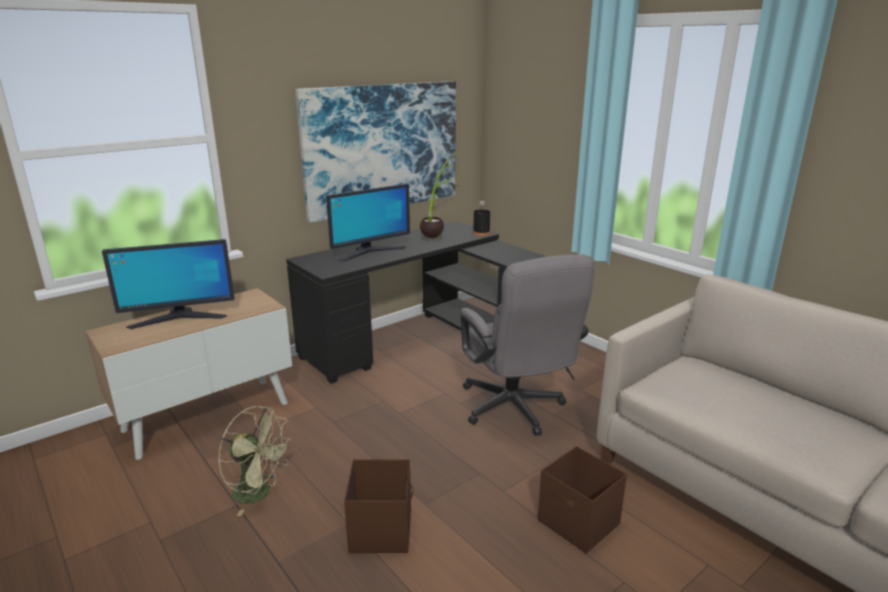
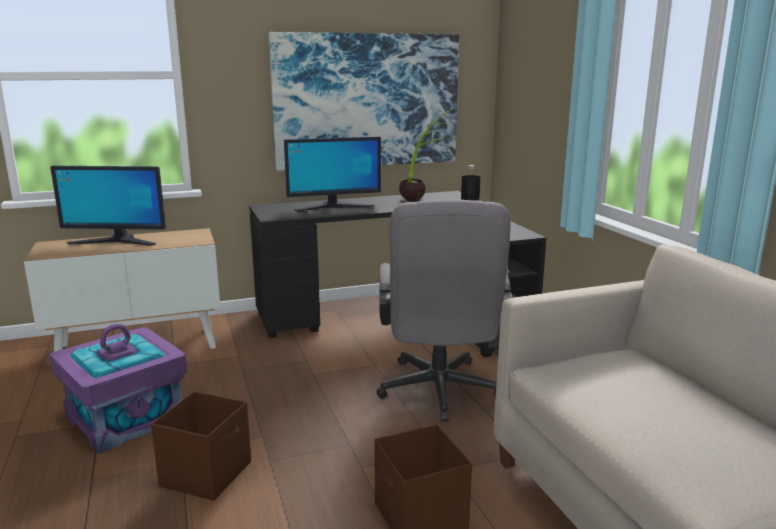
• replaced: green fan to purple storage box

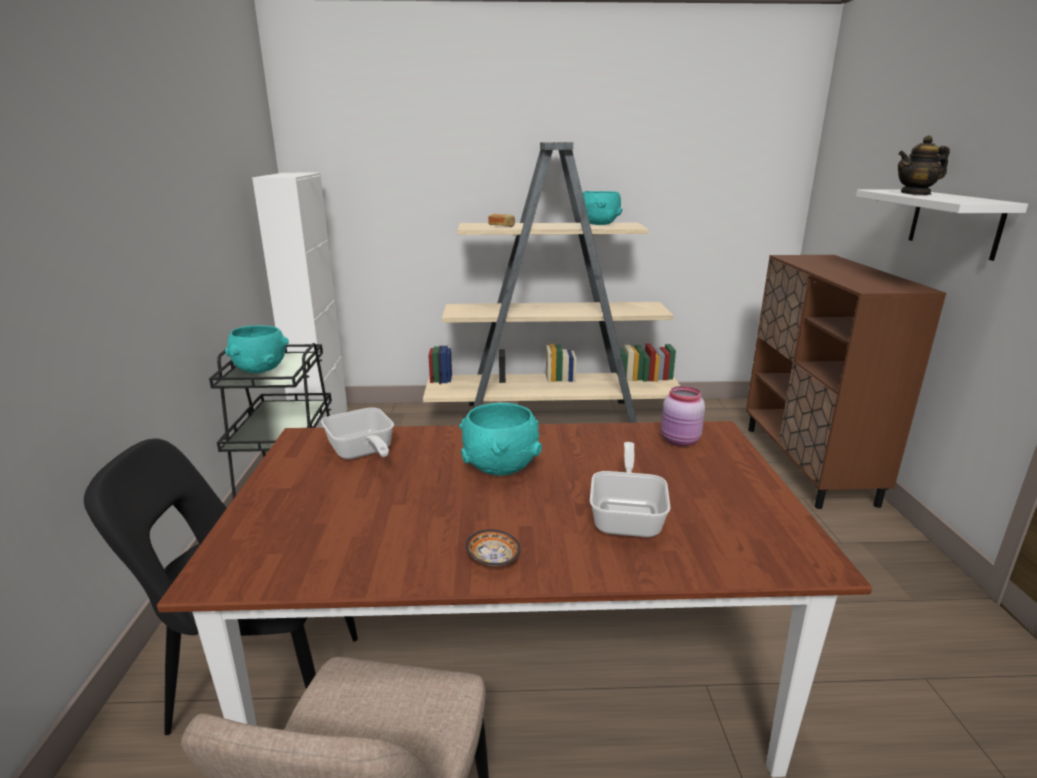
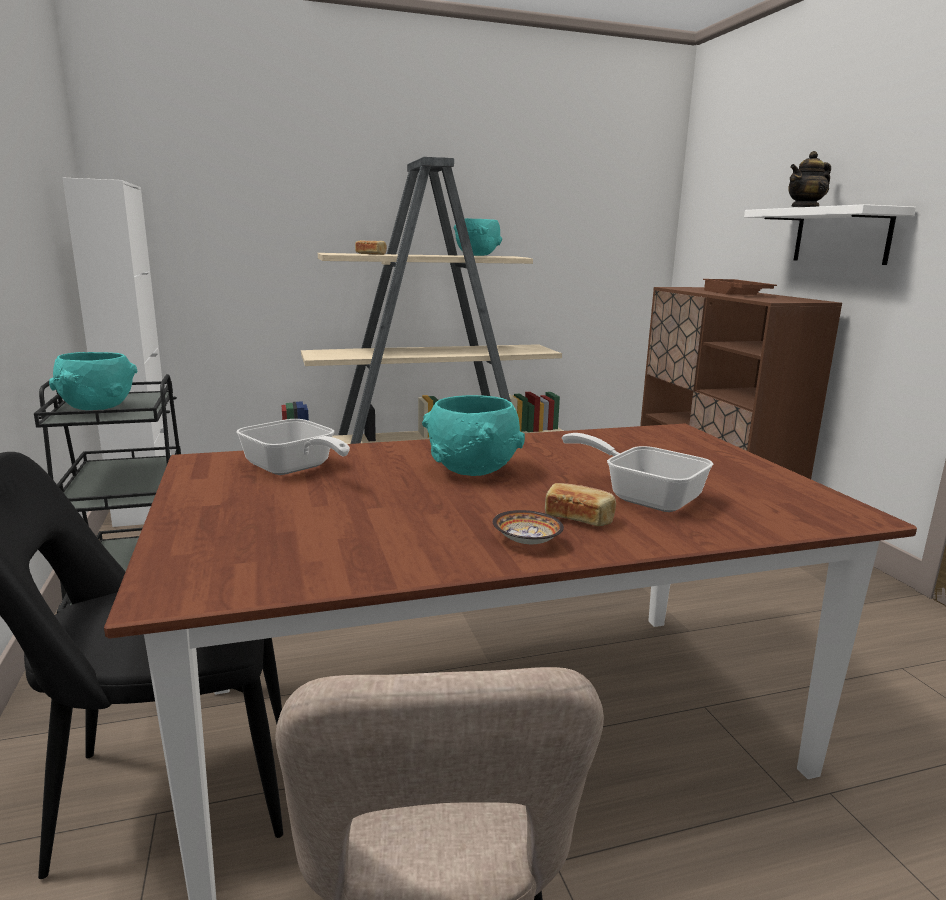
• added: bread (2nd from left)
• turned: frying pan (2nd from left) 45 degrees counterclockwise
• added: brown tray
• removed: pink jar

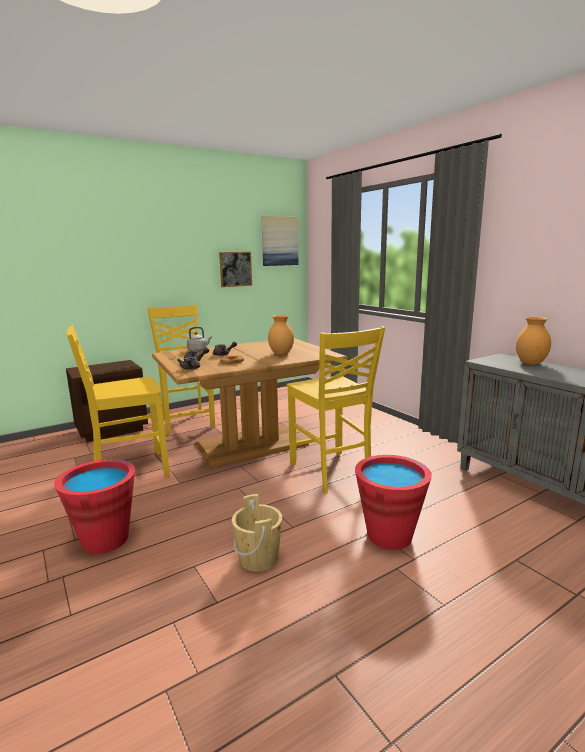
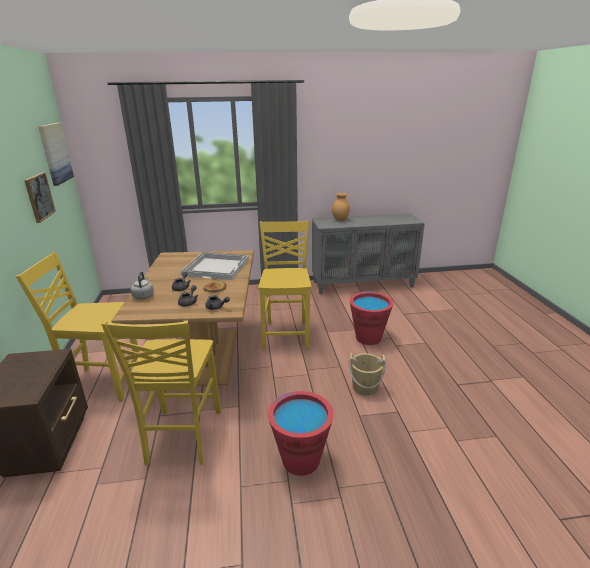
• replaced: brown vase (1st from left) to white tray
• turned: yellow chair (3rd from left) 90 degrees counterclockwise

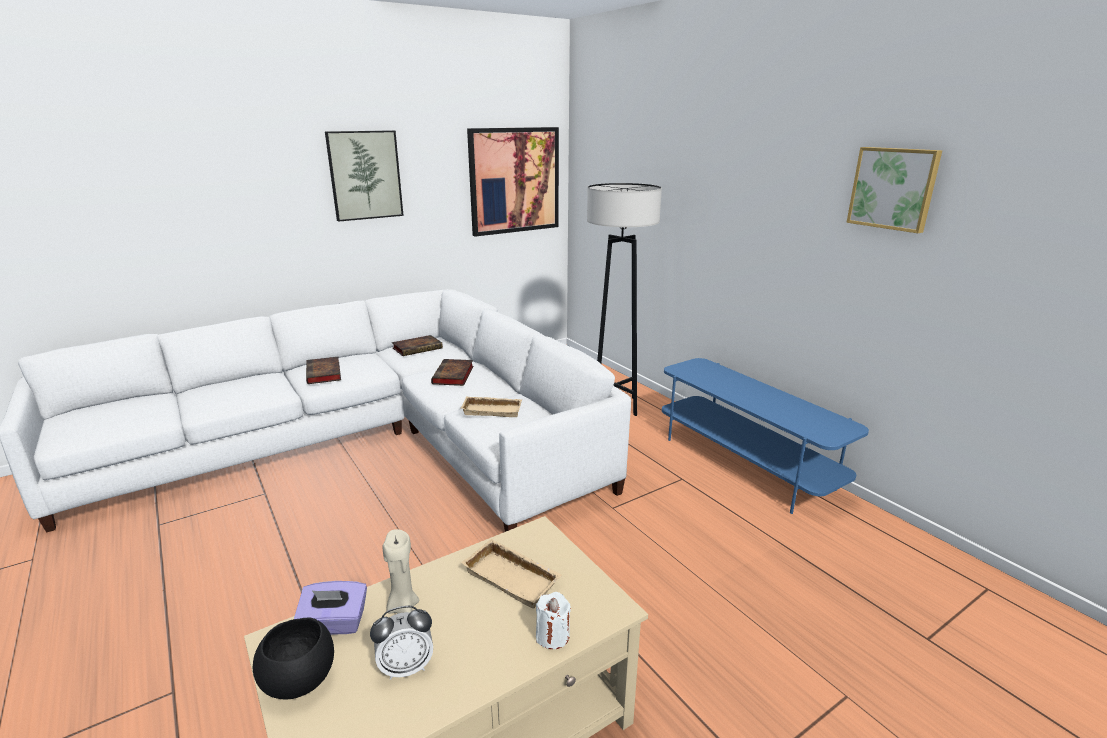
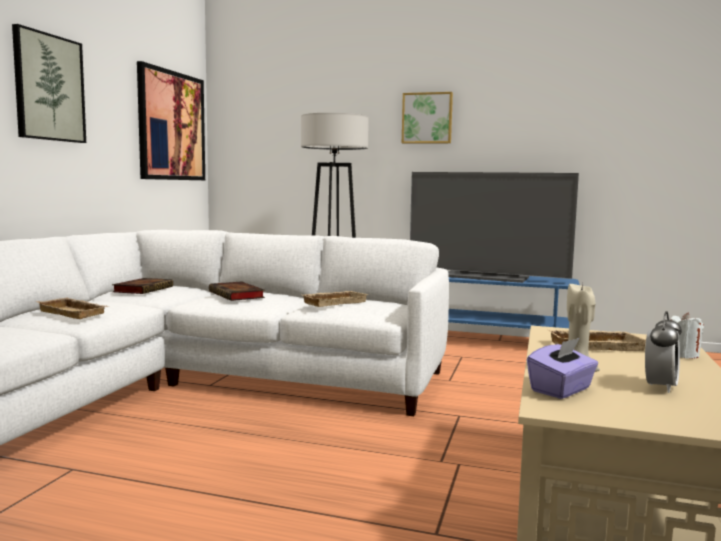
• replaced: book (1st from left) to beige tray (1st from left)
• moved: picture (3rd from left)
• added: television
• removed: black bowl

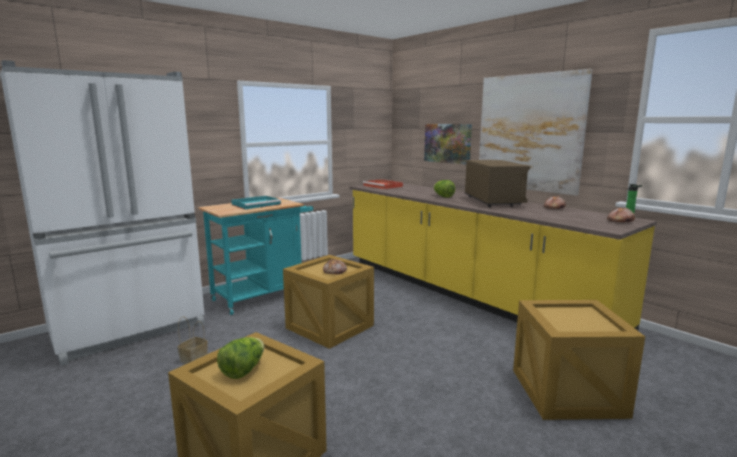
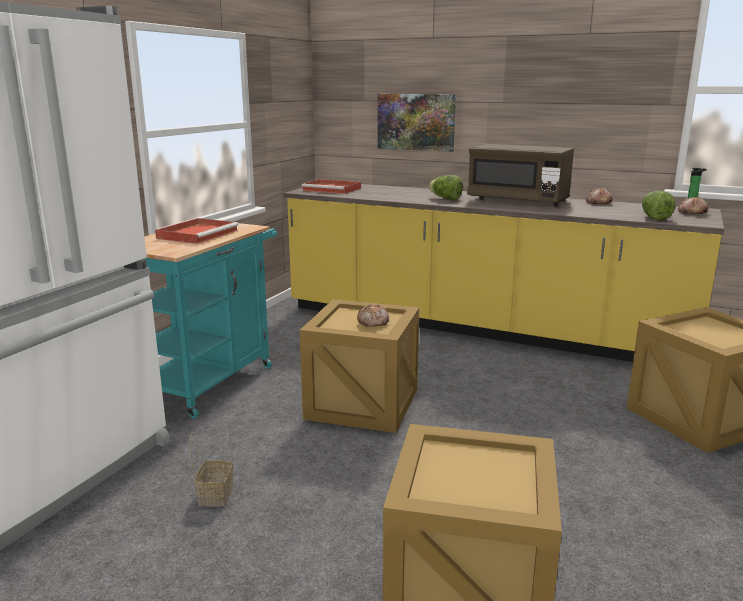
• recoloured: turquoise tray to red tray (1st from left)
• turned: brown microwave 150 degrees clockwise
• moved: lettuce (1st from left in the first image) to lettuce (2nd from left)
• removed: picture (2nd from left)

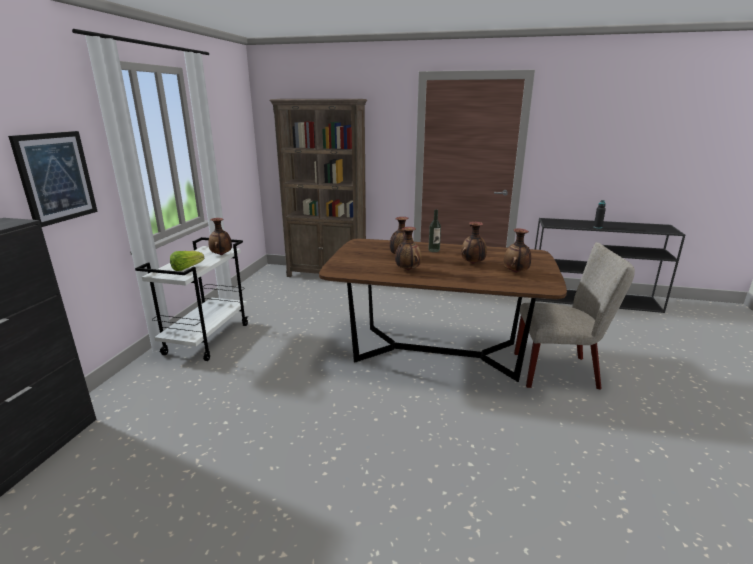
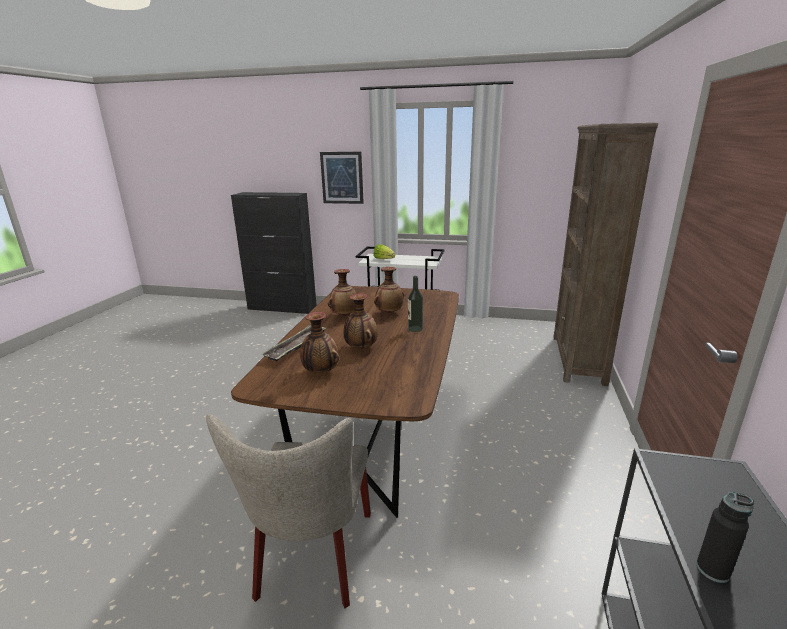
• added: tray
• removed: vase (1st from left)

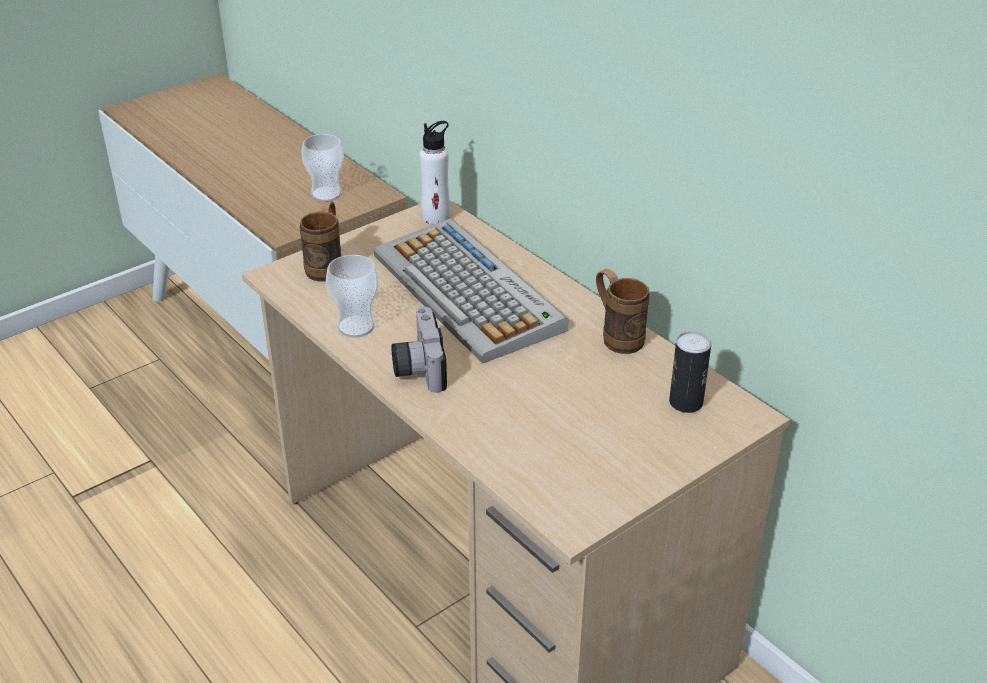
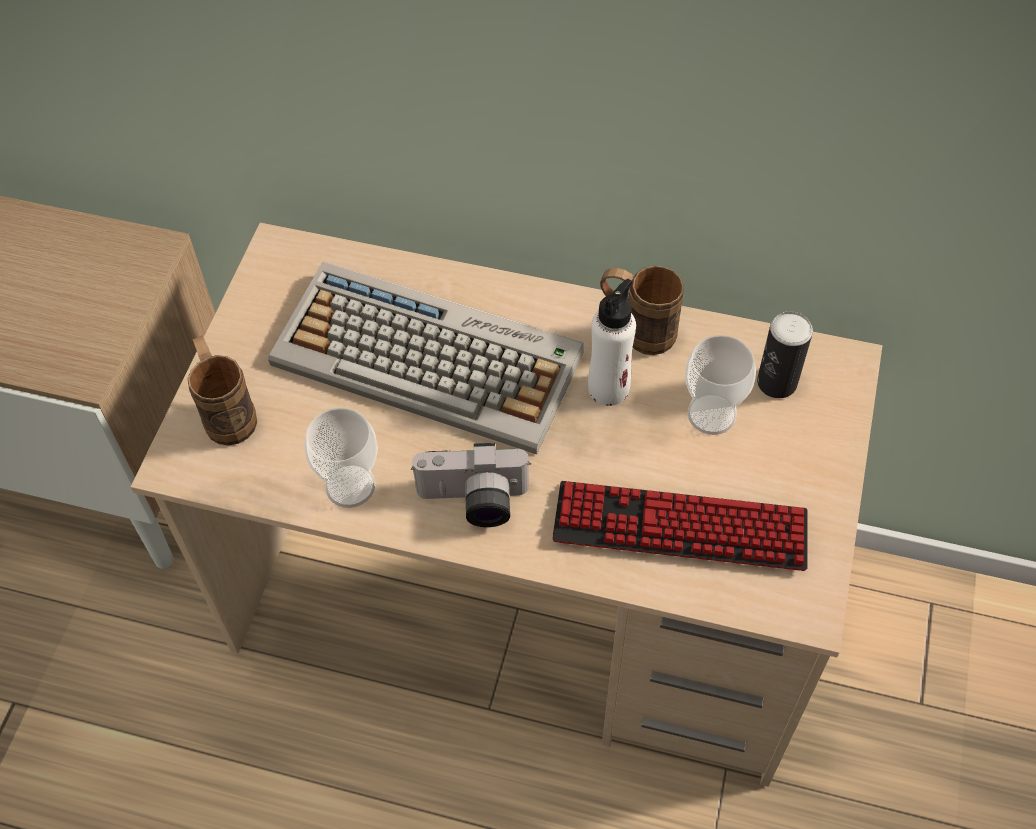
• turned: photo camera 45 degrees counterclockwise
• added: keyboard (2nd from left)
• moved: white bottle
• moved: cup (1st from left in the first image) to cup (2nd from left)

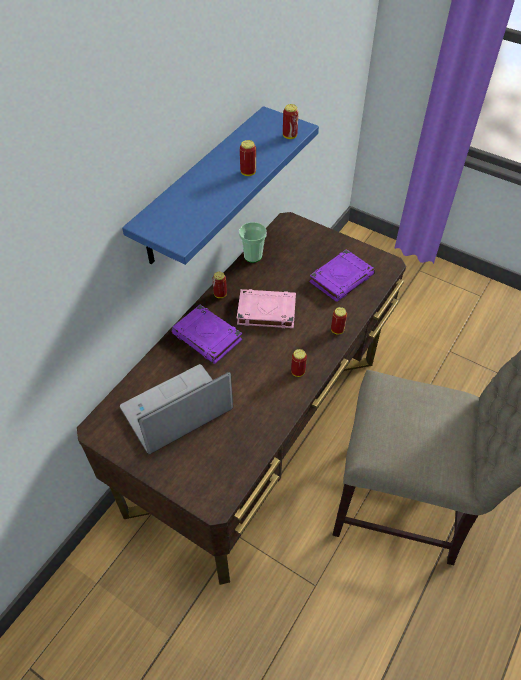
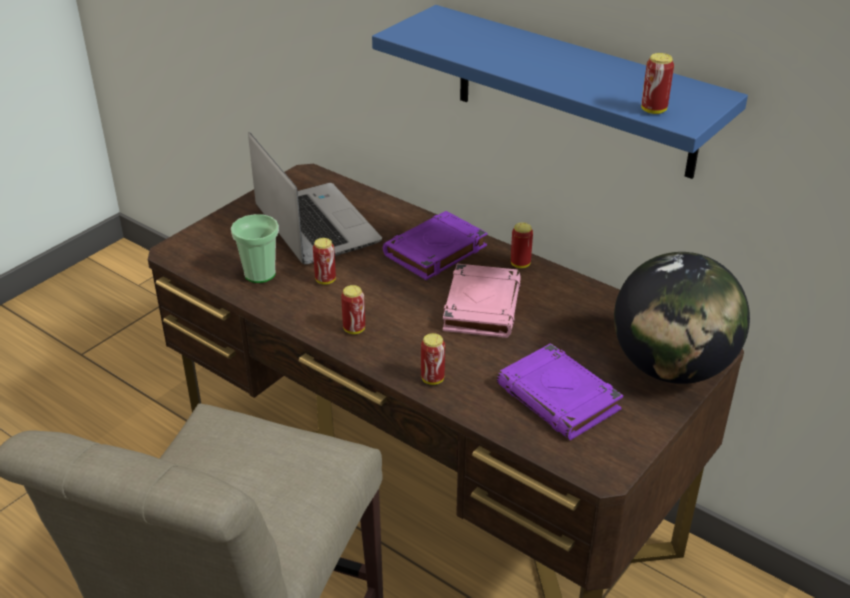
• moved: cup
• moved: can (2nd from left in the first image) to can (1st from left)
• added: globe

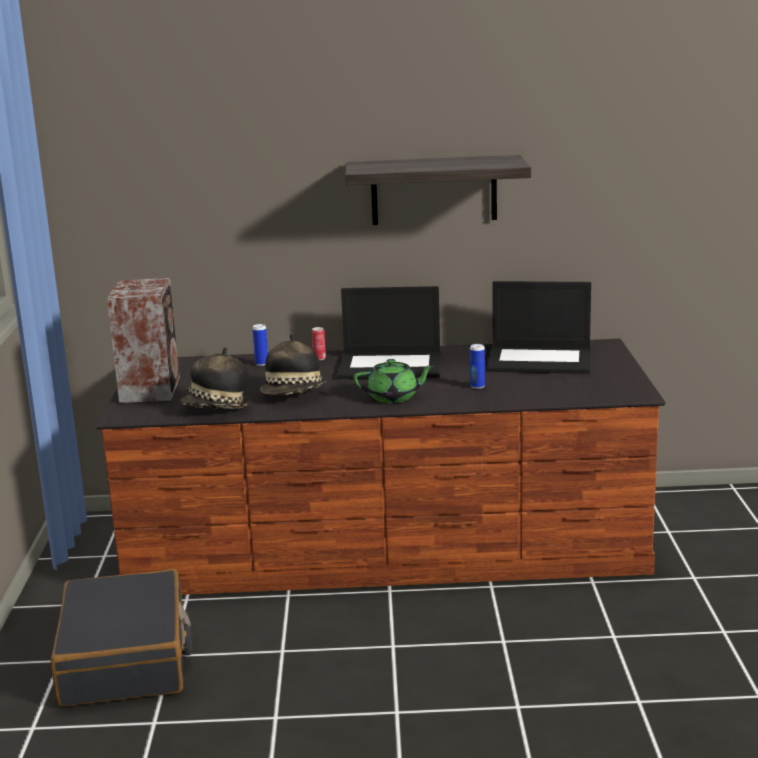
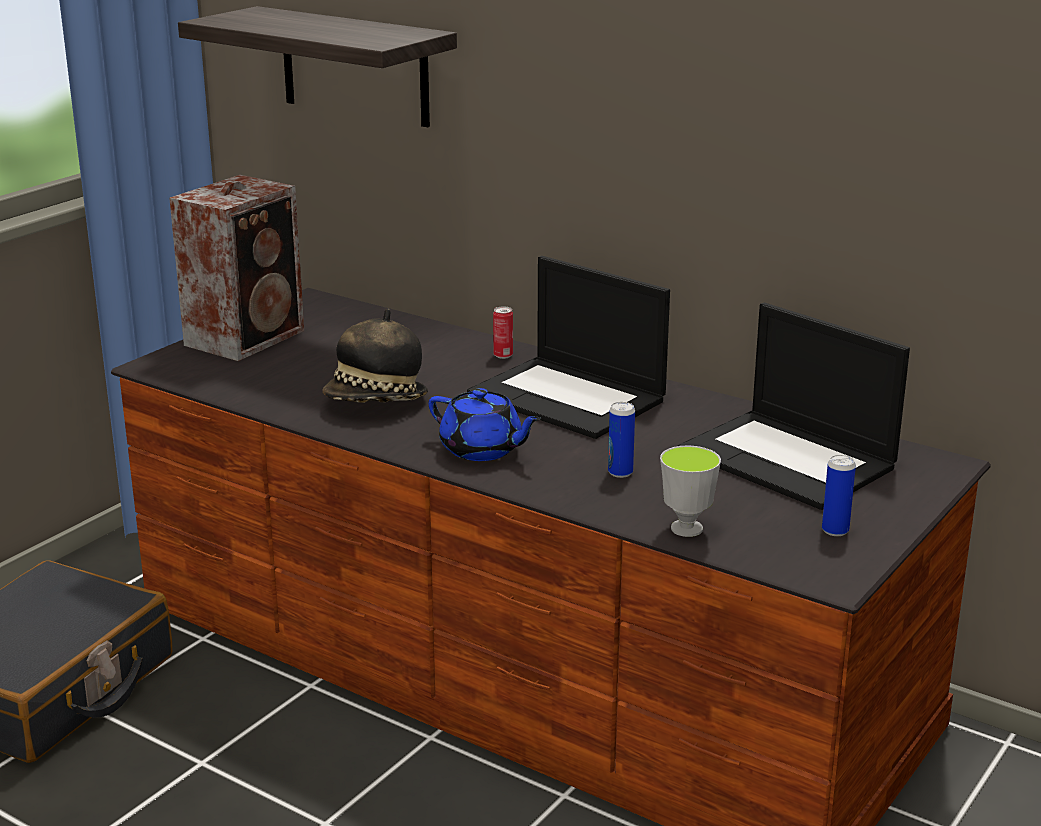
• moved: shelf
• recoloured: green teapot to blue teapot
• added: cup
• moved: can (1st from left in the first image) to can (3rd from left)
• removed: hat (1st from left)

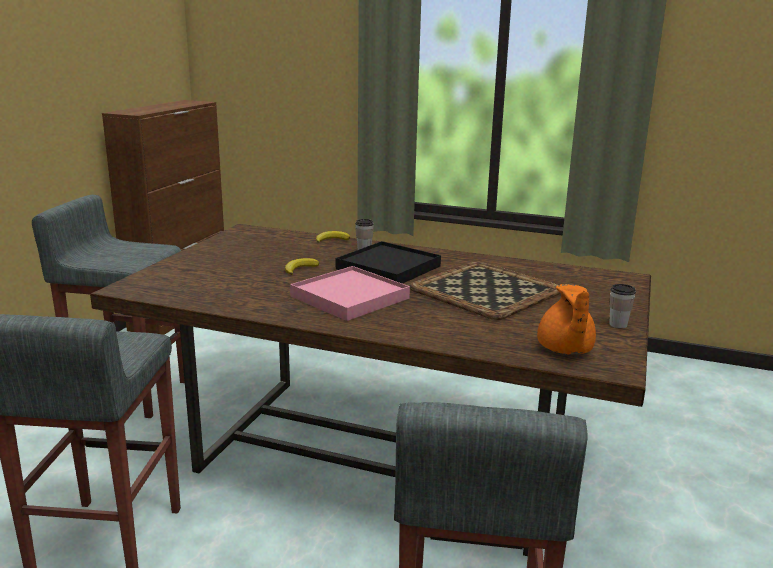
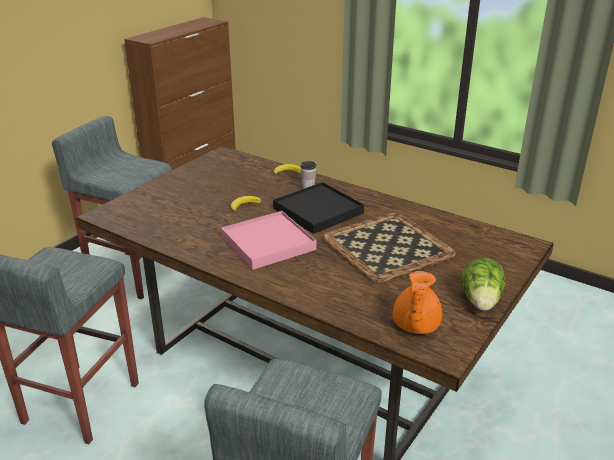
• replaced: cup (2nd from left) to lettuce

